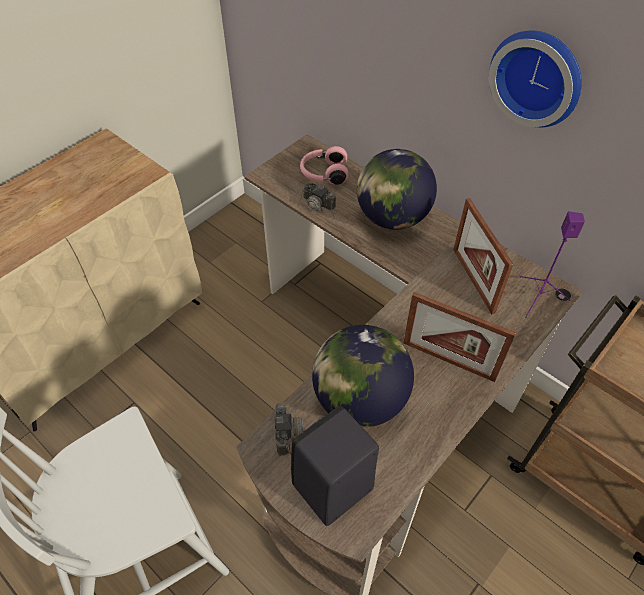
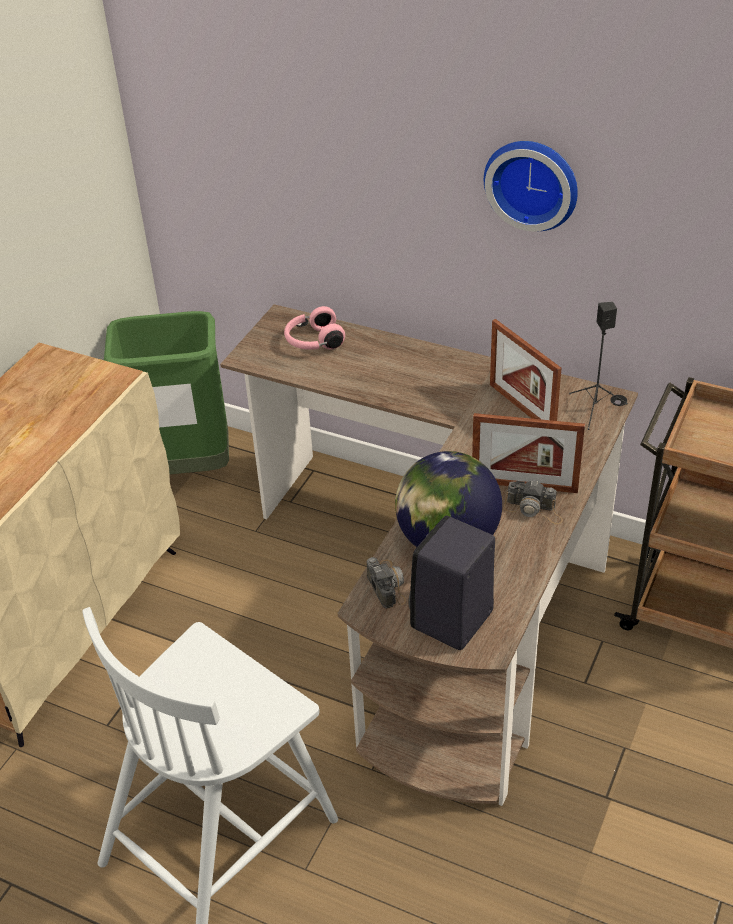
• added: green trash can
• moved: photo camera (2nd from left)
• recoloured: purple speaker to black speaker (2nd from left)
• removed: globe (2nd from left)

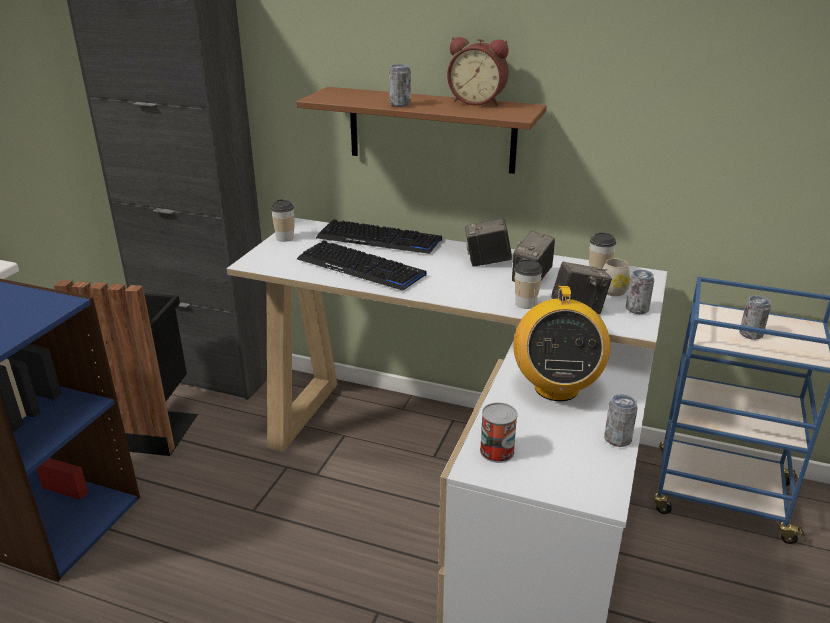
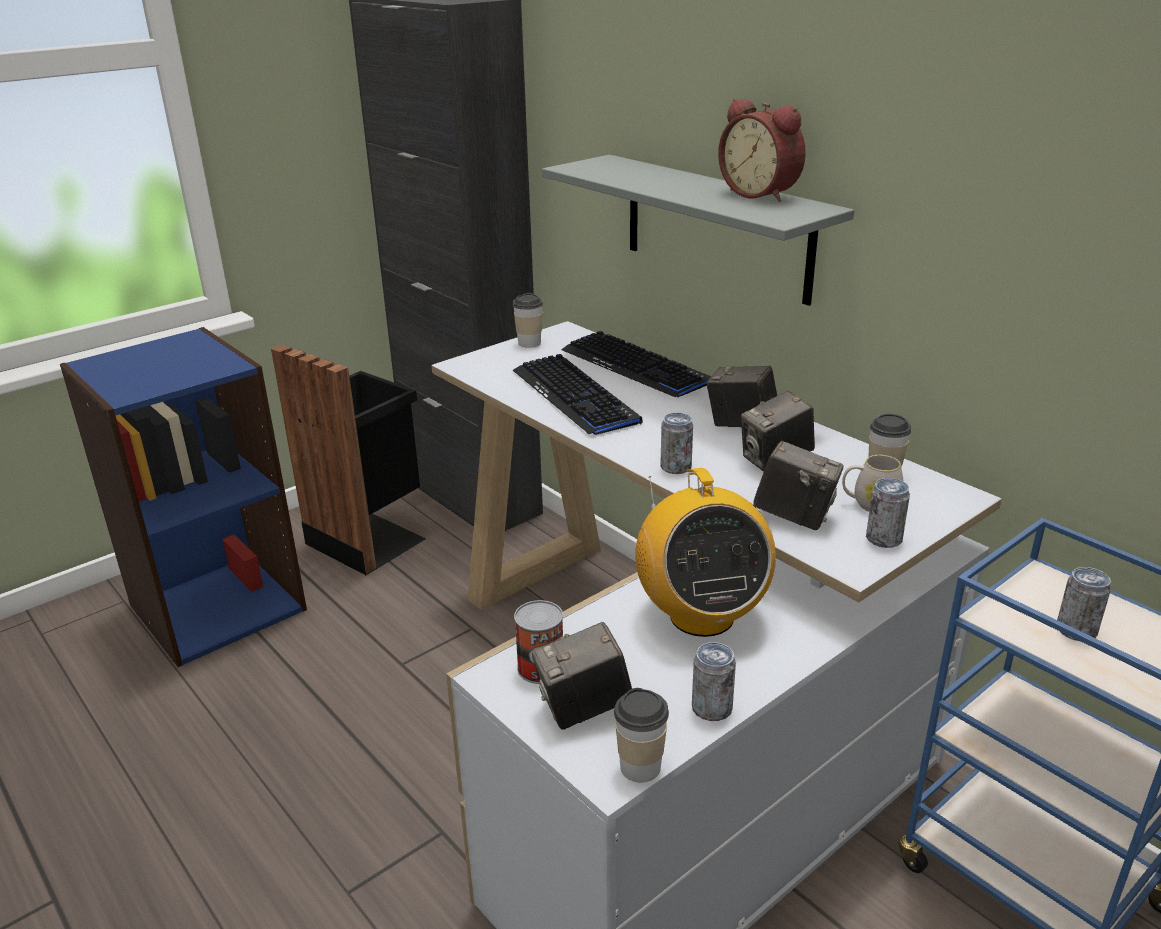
• added: photo camera (1st from left)
• recoloured: brown shelf to grey shelf
• moved: cup (2nd from left)
• turned: radio 45 degrees counterclockwise
• moved: can (1st from left in the first image) to can (2nd from left)

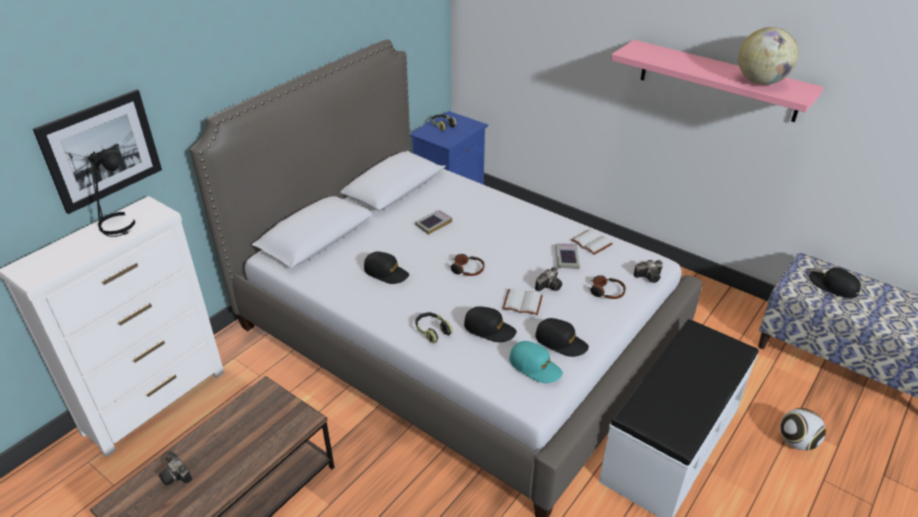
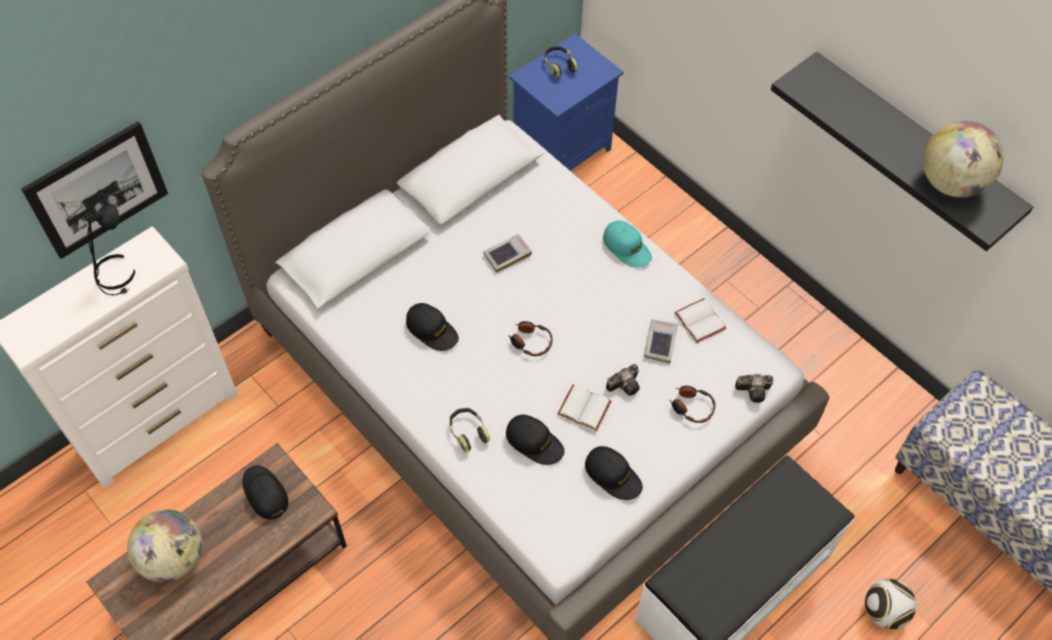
• replaced: photo camera (1st from left) to globe (1st from left)
• moved: black cap (4th from left in the first image) to black cap (1st from left)
• moved: turquoise cap
• recoloured: pink shelf to black shelf

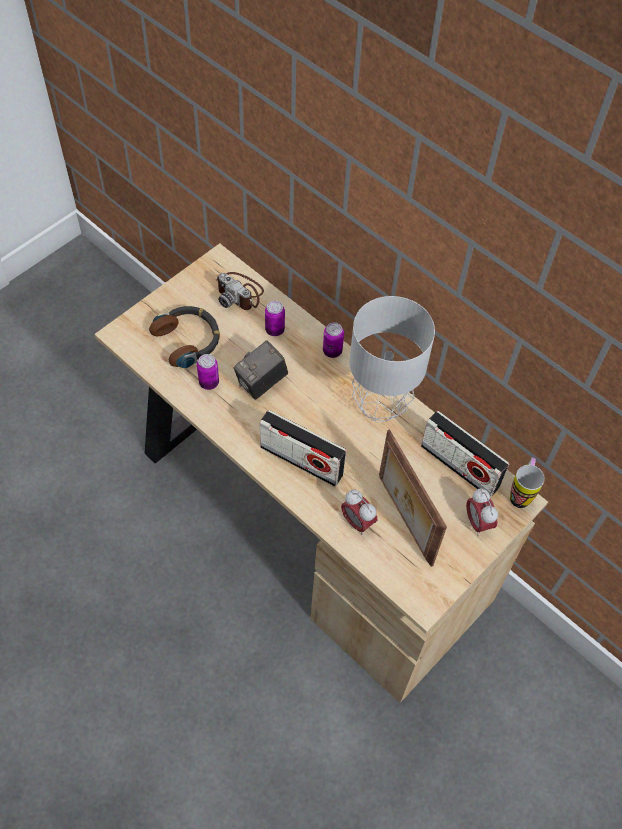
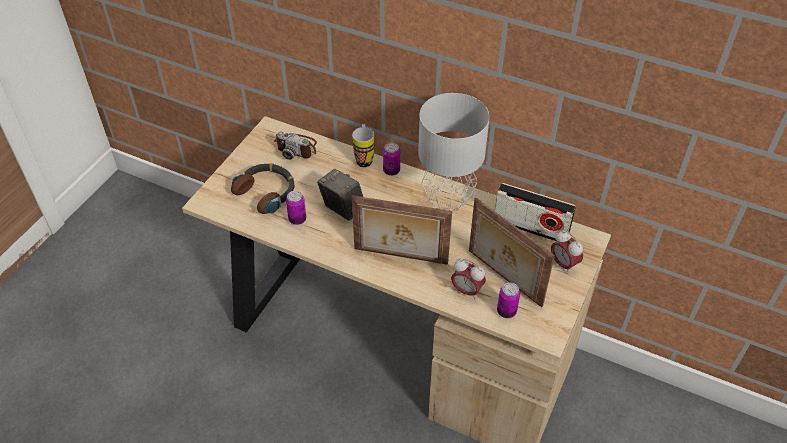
• turned: photo camera (2nd from left) 105 degrees clockwise
• moved: mug
• replaced: radio (1st from left) to picture frame (1st from left)
• moved: can (2nd from left in the first image) to can (3rd from left)

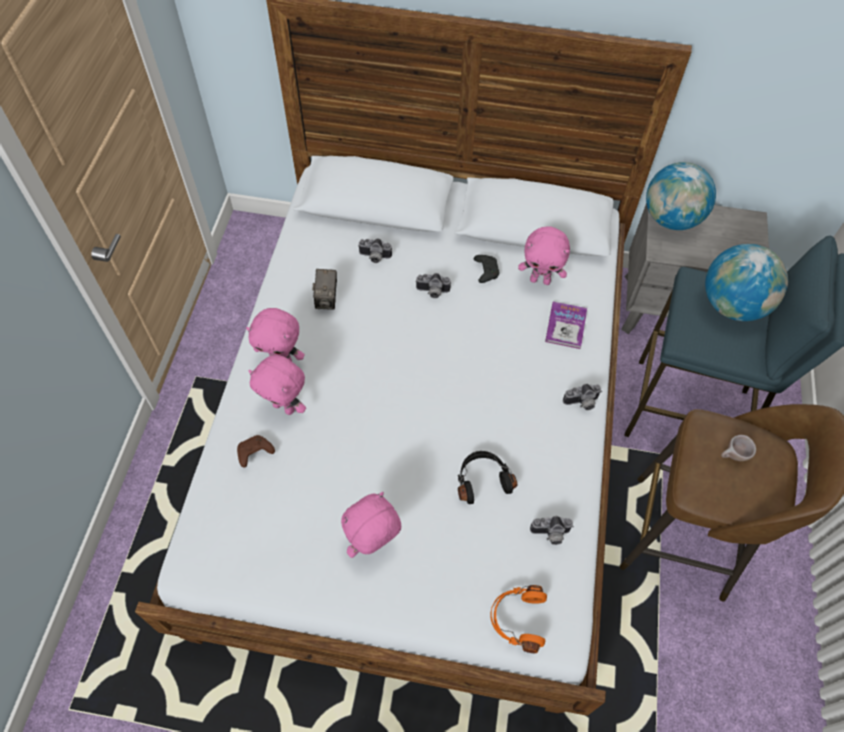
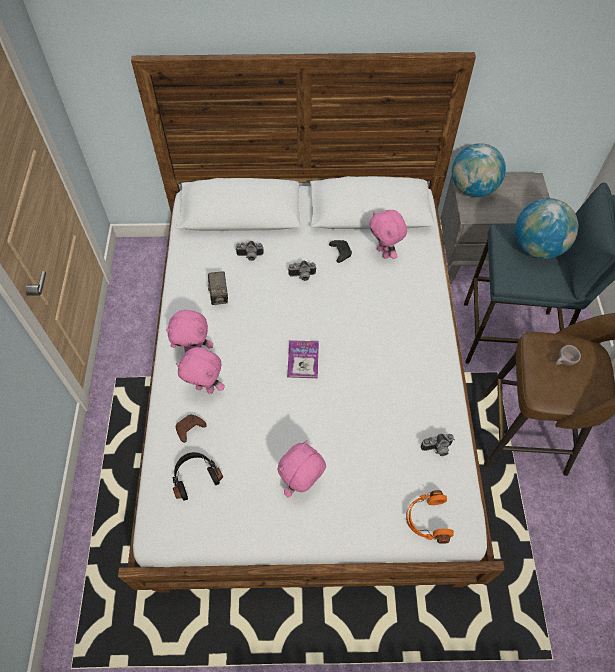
• moved: black headphones
• moved: book
• turned: pink plush toy (4th from left) 60 degrees clockwise
• removed: photo camera (5th from left)

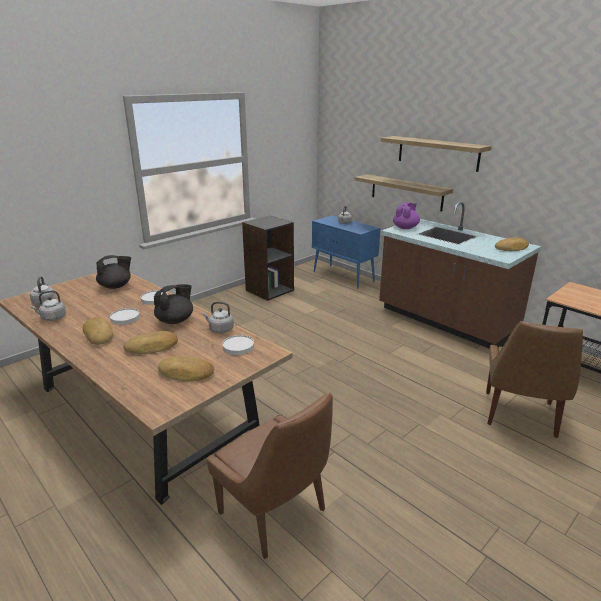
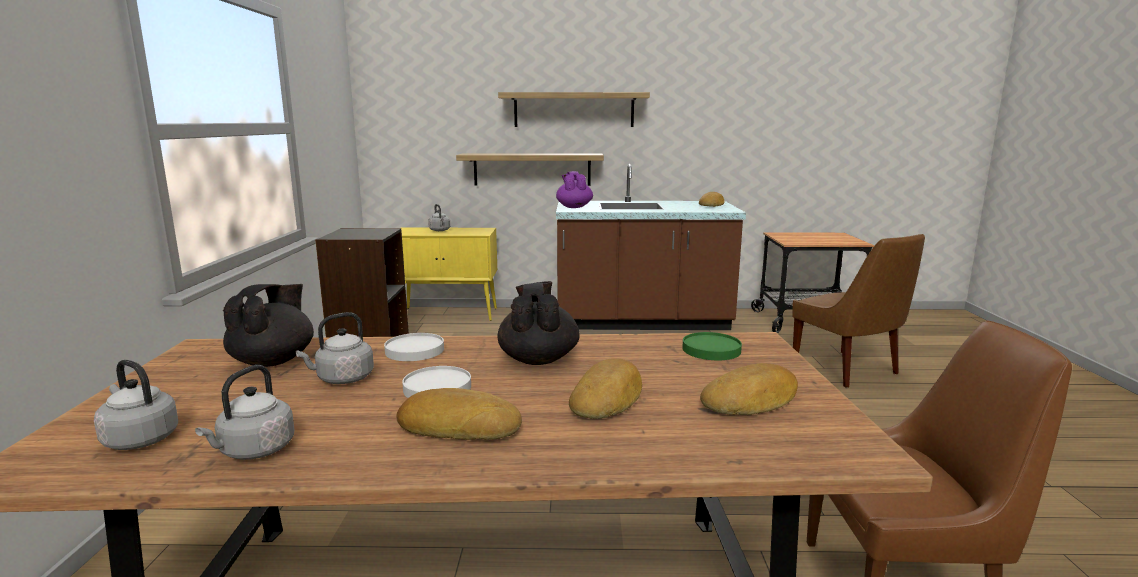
• moved: grey kettle (3rd from left)
• recoloured: blue cabinet to yellow cabinet
• recoloured: white plate (3rd from left) to green plate

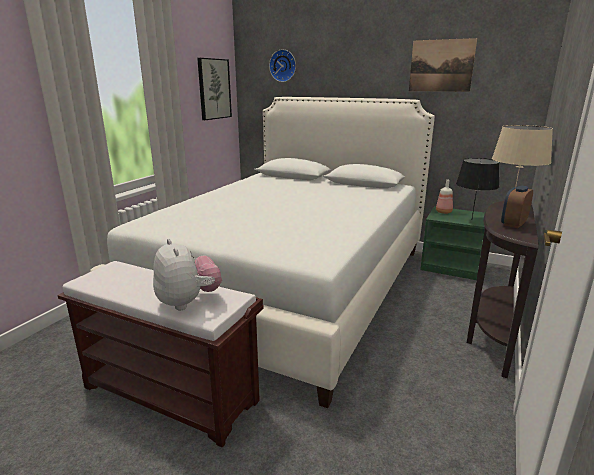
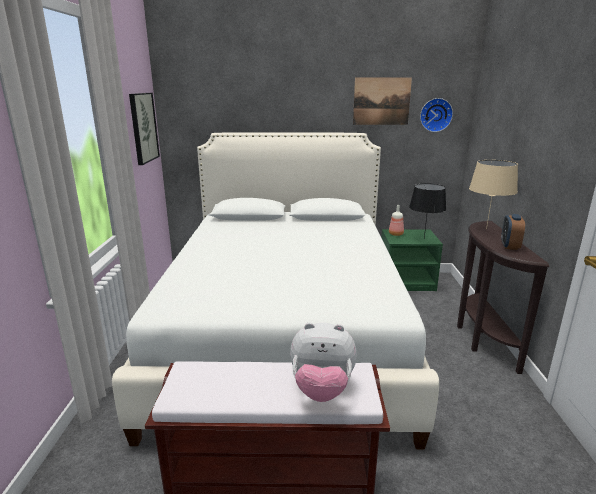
• turned: plush toy 150 degrees clockwise
• moved: wall clock

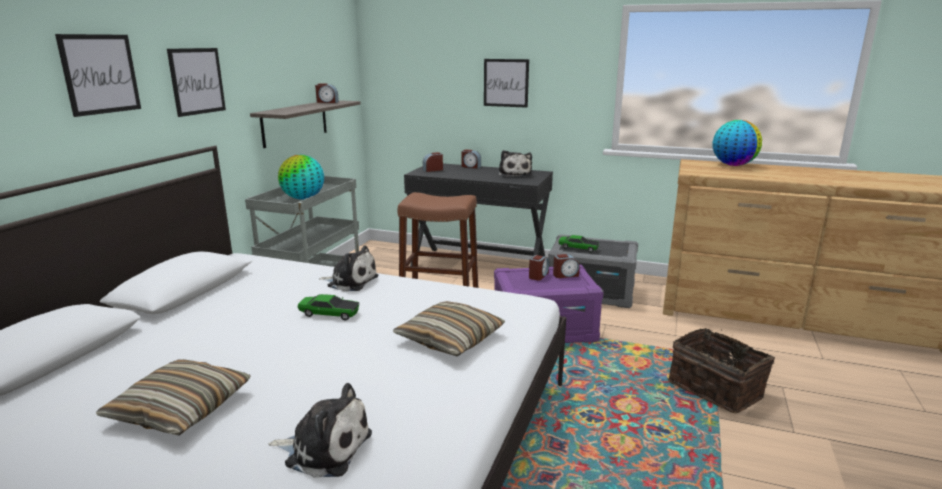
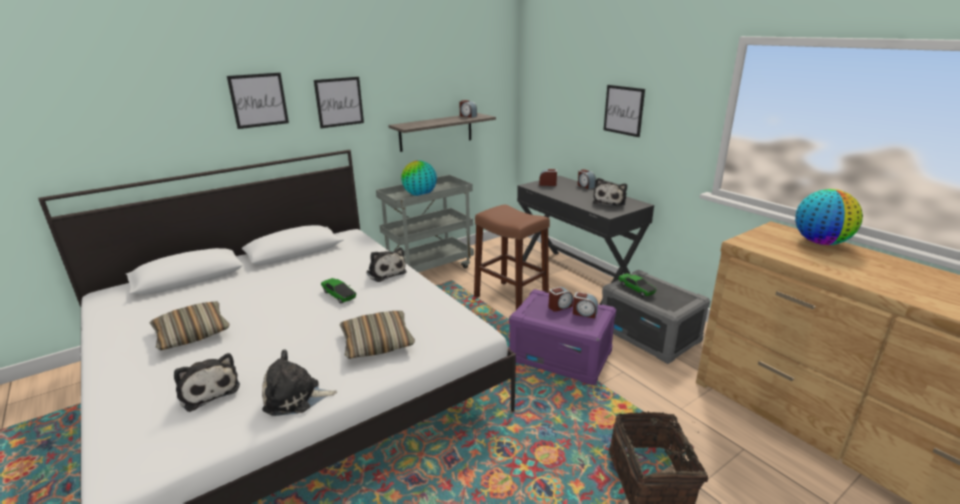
• added: plush toy (2nd from left)

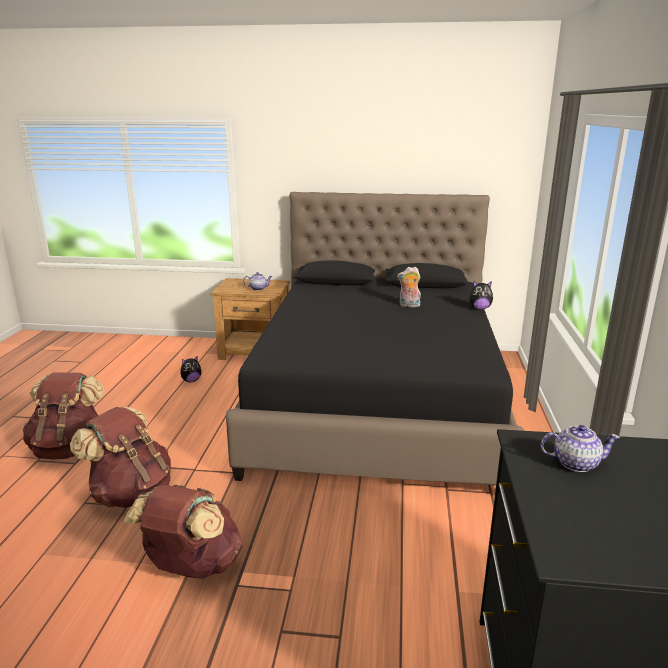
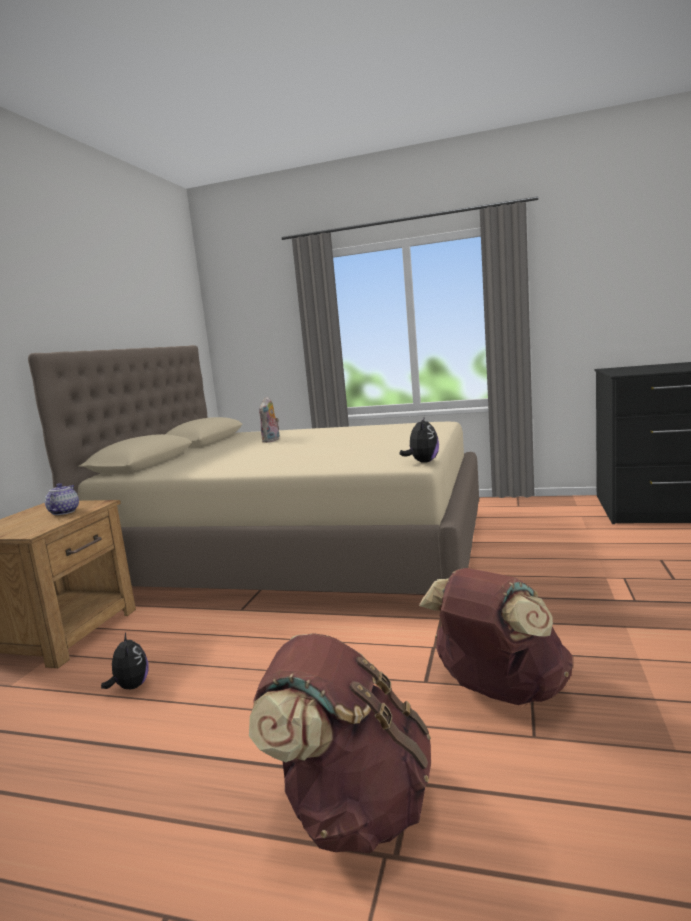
• recoloured: black bed to beige bed
• moved: plush toy (3rd from left)
• removed: brown backpack (3rd from left)
• removed: teapot (2nd from left)

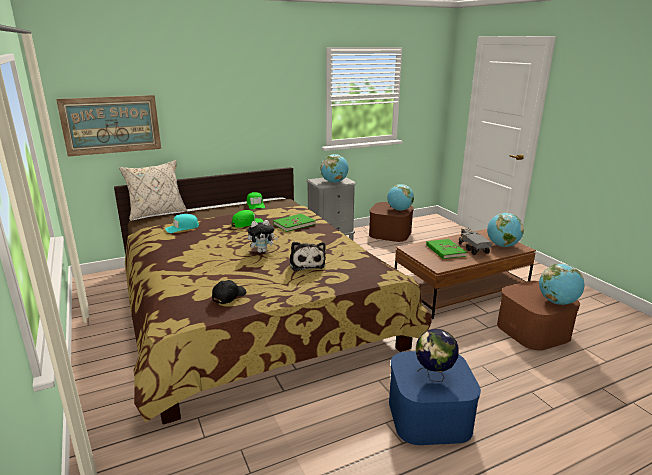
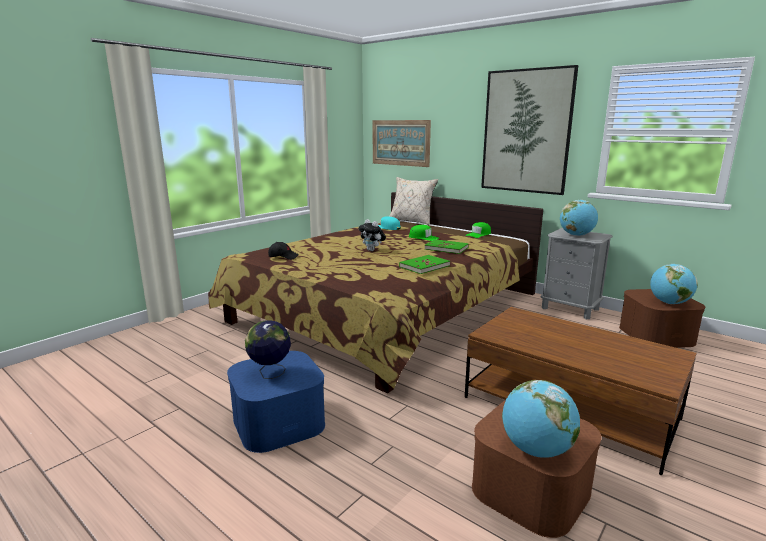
• moved: green book (2nd from left in the first image) to green book (1st from left)
• added: picture (2nd from left)
• removed: plush toy (2nd from left)
• removed: toy truck
• removed: globe (4th from left)

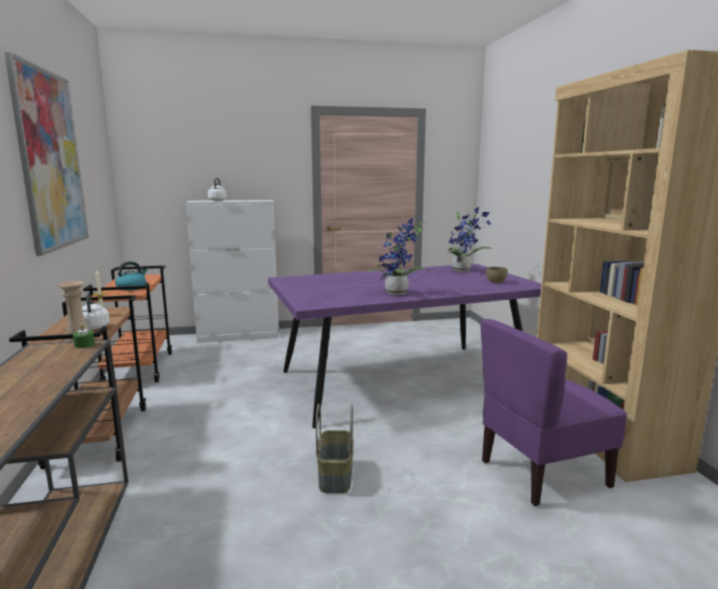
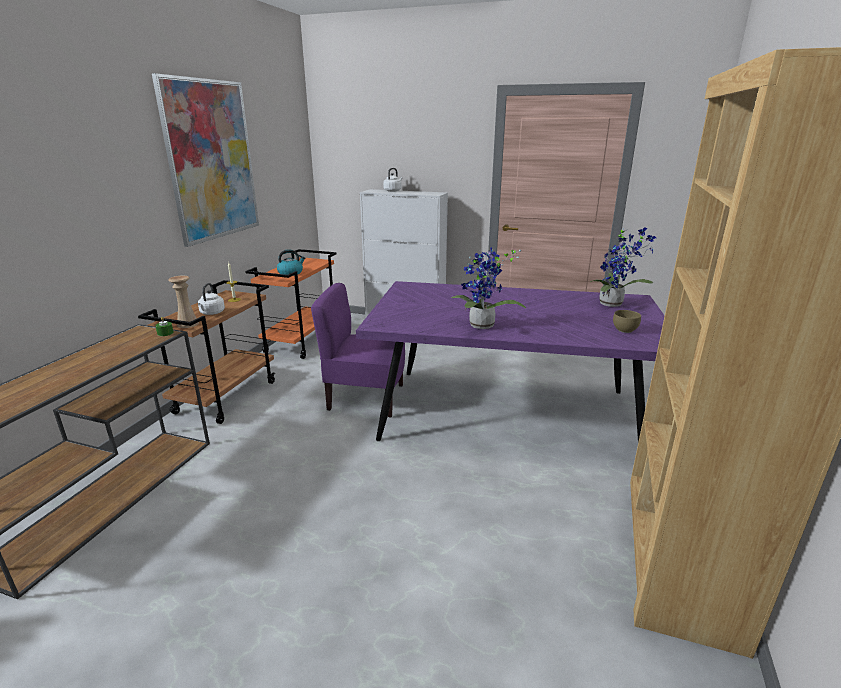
• moved: purple chair
• removed: basket

